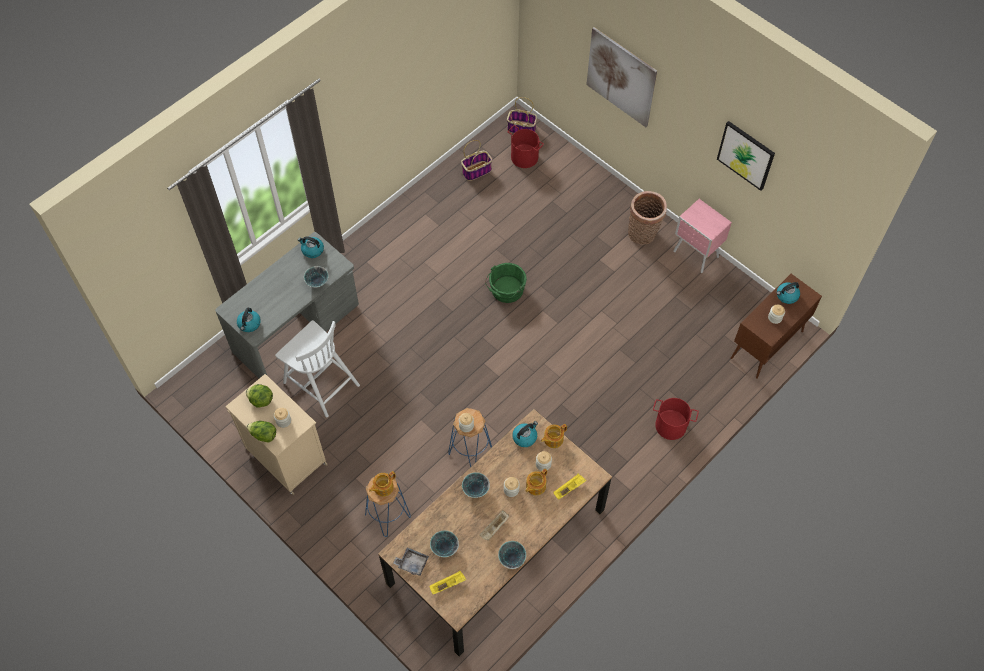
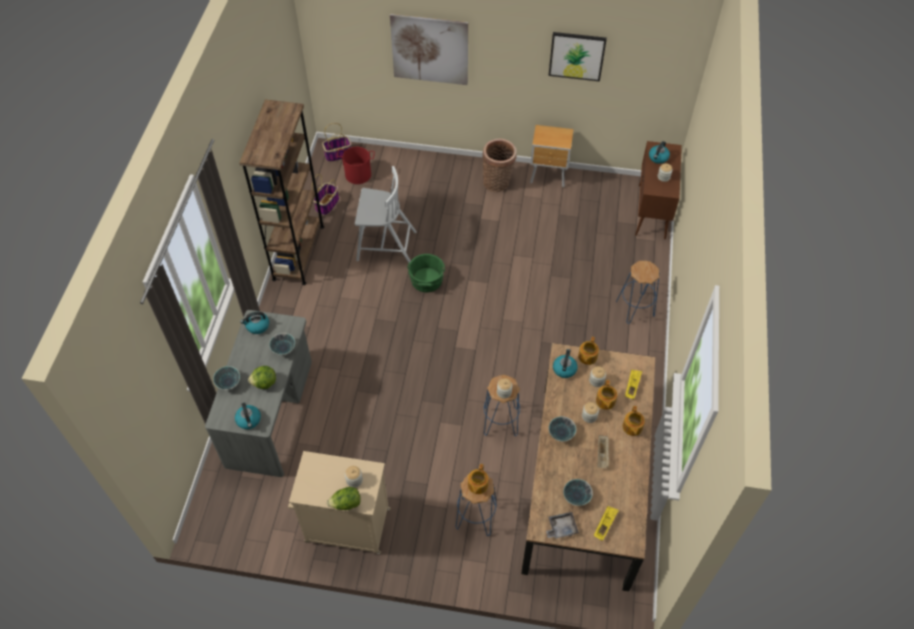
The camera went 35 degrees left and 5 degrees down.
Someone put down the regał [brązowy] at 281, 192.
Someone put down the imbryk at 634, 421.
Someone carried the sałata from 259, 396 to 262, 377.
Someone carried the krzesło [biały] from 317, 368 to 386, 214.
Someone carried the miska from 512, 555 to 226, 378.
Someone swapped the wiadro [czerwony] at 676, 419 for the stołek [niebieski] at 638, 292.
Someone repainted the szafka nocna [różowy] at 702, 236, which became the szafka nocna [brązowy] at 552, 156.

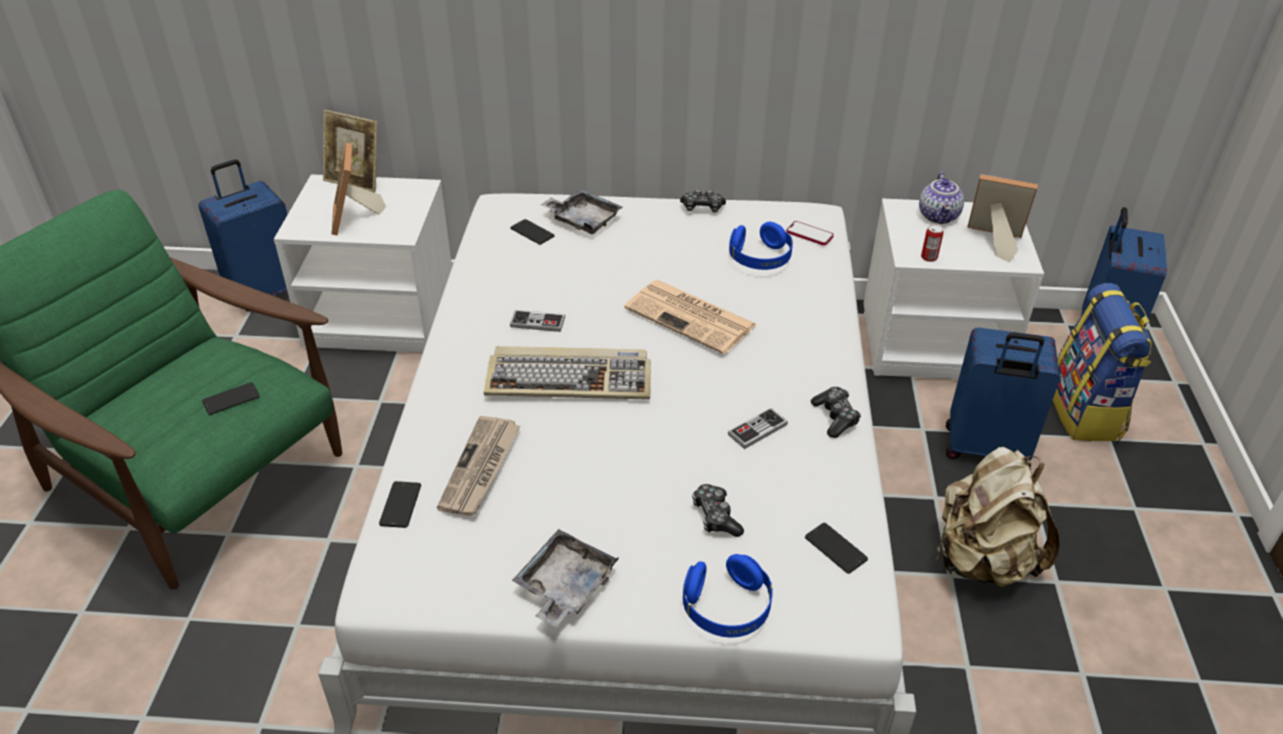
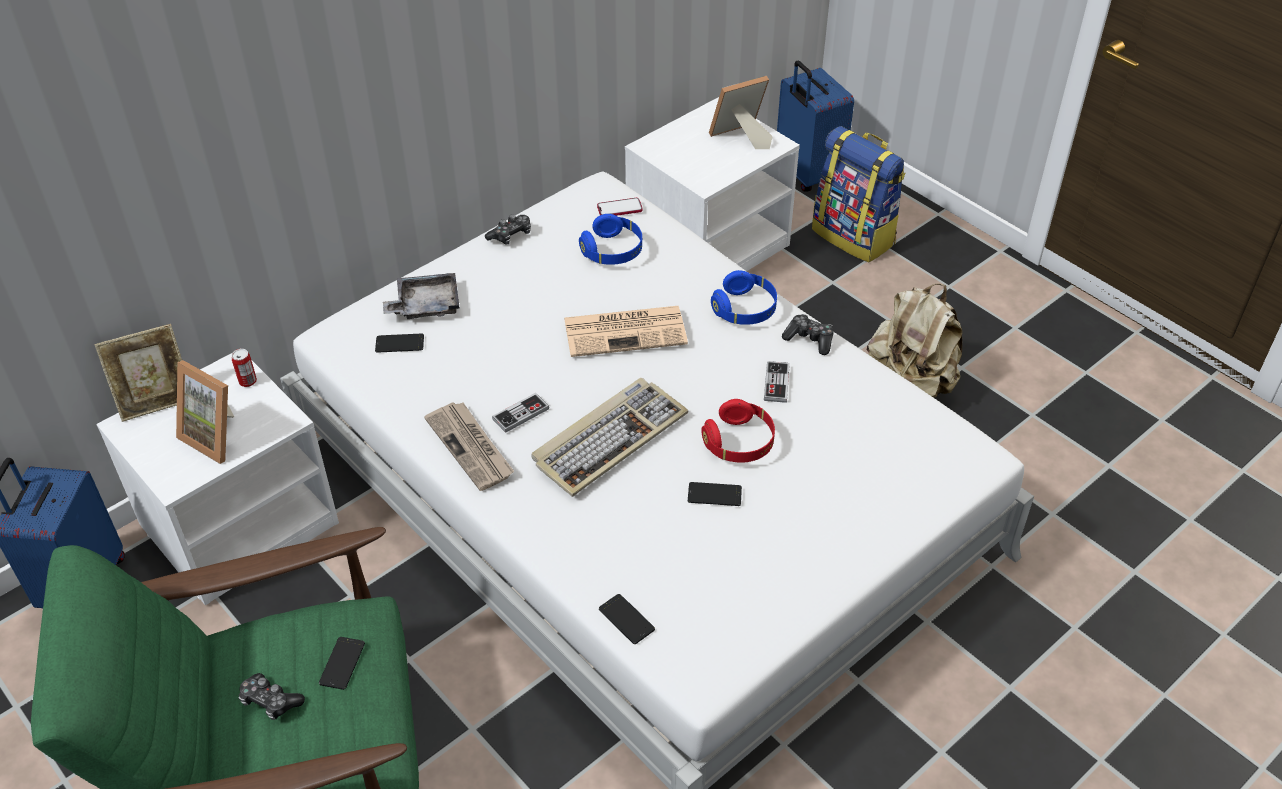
The camera went 45 degrees left and 5 degrees up.
Someone took away the taca [szary] at 565, 578.
Someone took away the imbryk at 941, 198.
Someone took away the walizka [niebieski] at 1003, 394.
Someone put down the słuchawki [czerwony] at 738, 431.
Someone carried the gazeta from 479, 466 to 469, 446.
Someone carried the słuchawki [niebieski] from 728, 595 to 744, 297.
Someone carried the pad do gier from 718, 510 to 271, 696.
Someone carried the telefon from 836, 548 to 715, 494.
Someone carried the puszka from 932, 243 to 244, 368.

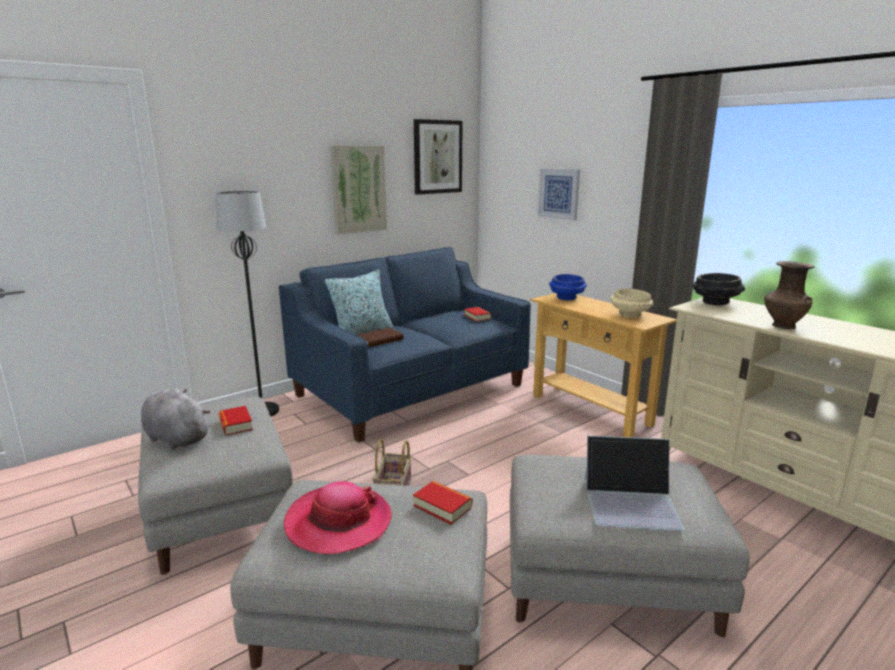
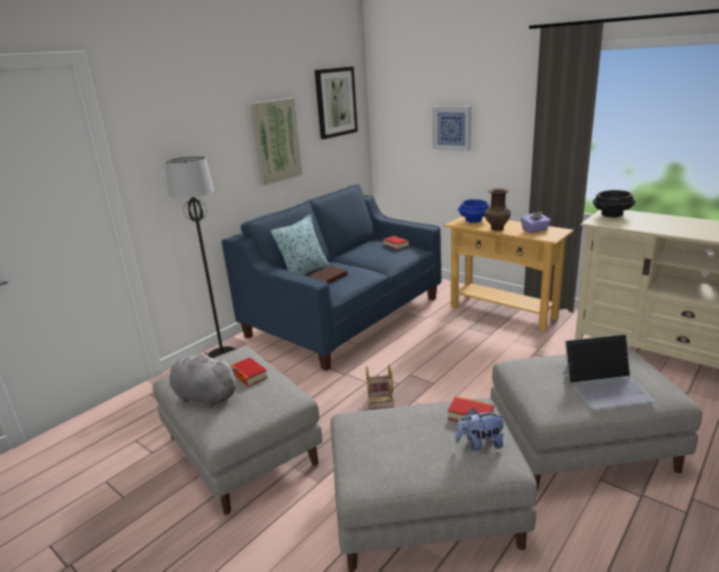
The camera went 10 degrees left and 5 degrees up.
Someone took away the kapelusz at 338, 518.
Someone put down the pluszak at 480, 429.
Someone carried the wazon [brązowy] from 789, 295 to 497, 209.
Someone swapped the miska [beżowy] at 632, 303 for the pudełko chusteczek [fioletowy] at 536, 222.

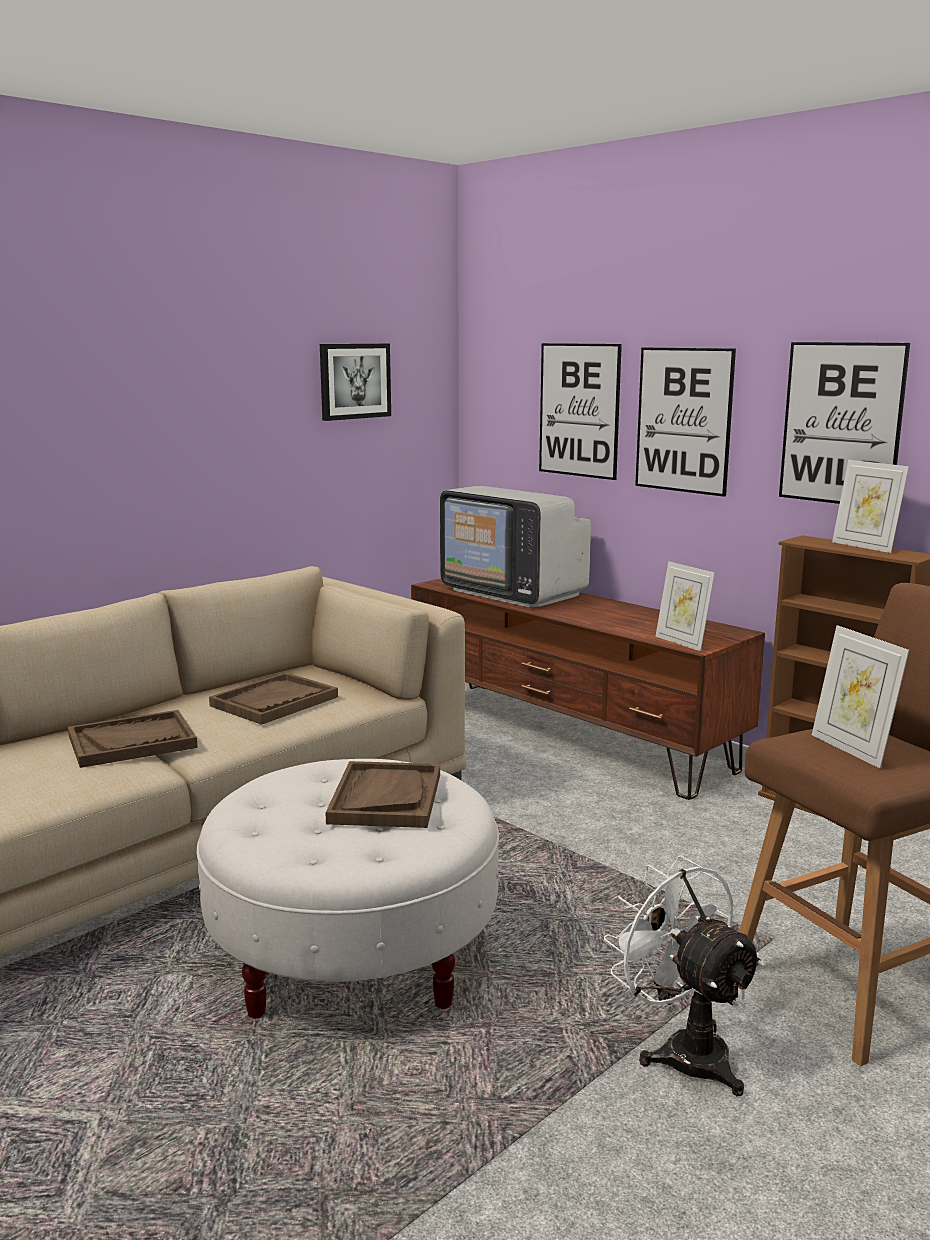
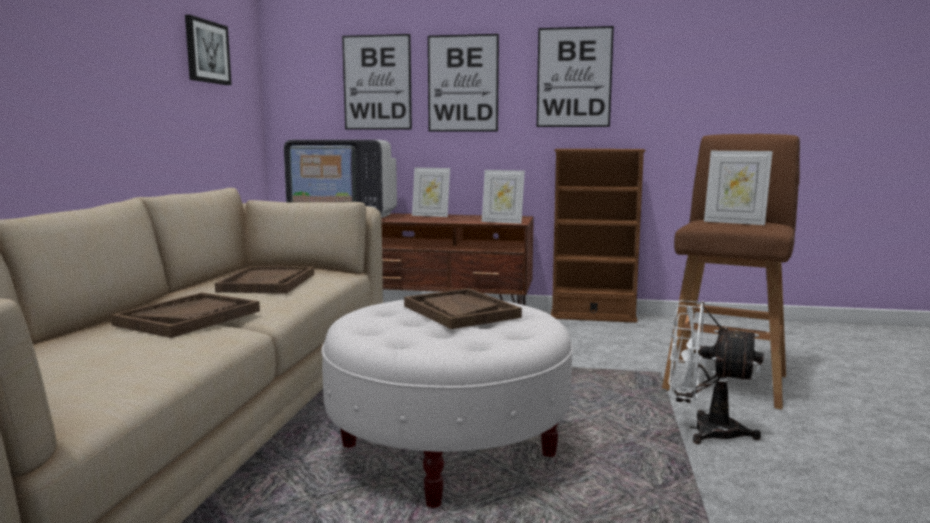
The camera went 35 degrees left and 5 degrees down.
Someone carried the ramka na zdjęcie from 870, 506 to 431, 192.

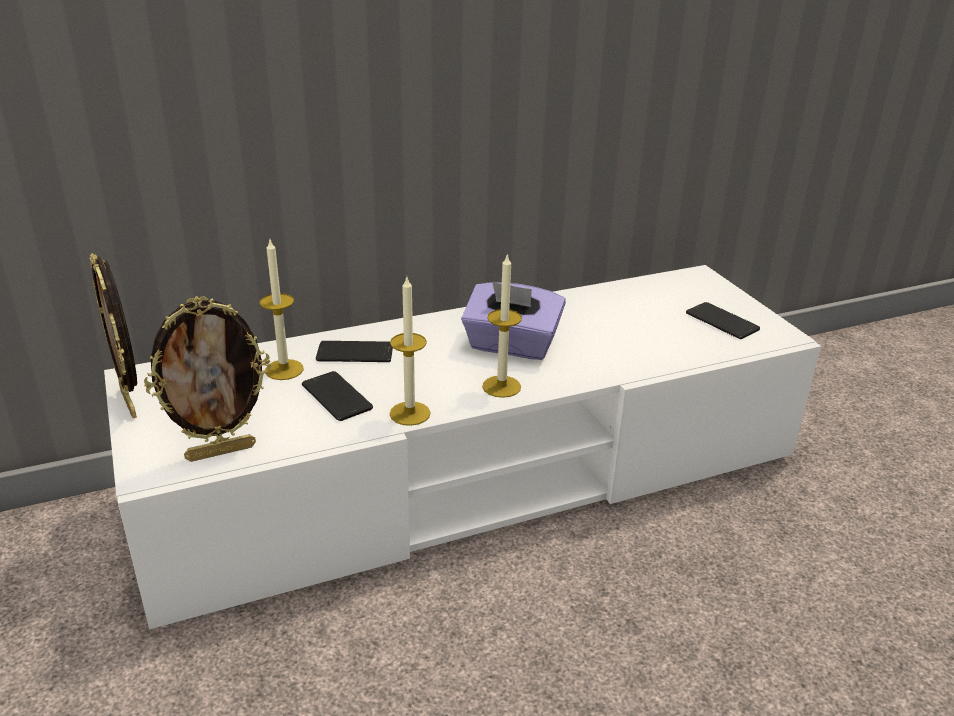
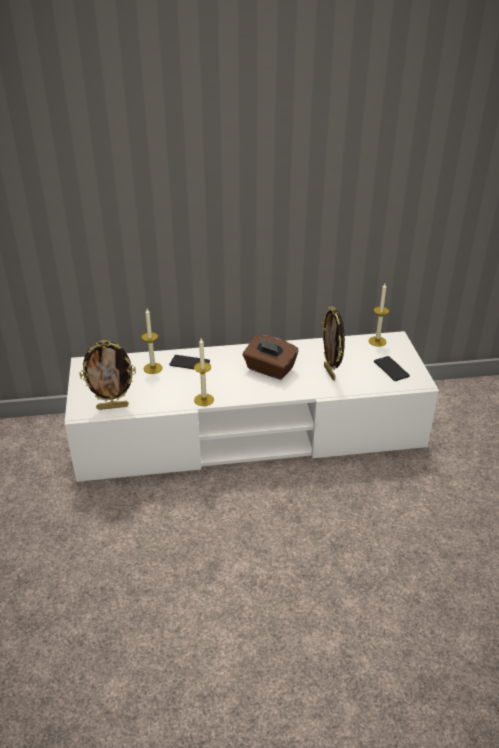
The camera went 15 degrees right and 5 degrees up.
Someone took away the telefon at 337, 396.
Someone carried the ramka na zdjęcie from 113, 335 to 333, 343.
Someone carried the świeca from 502, 326 to 378, 315.
Someone repainted the pudełko chusteczek [fioletowy] at 513, 320, which became the pudełko chusteczek [brązowy] at 271, 357.

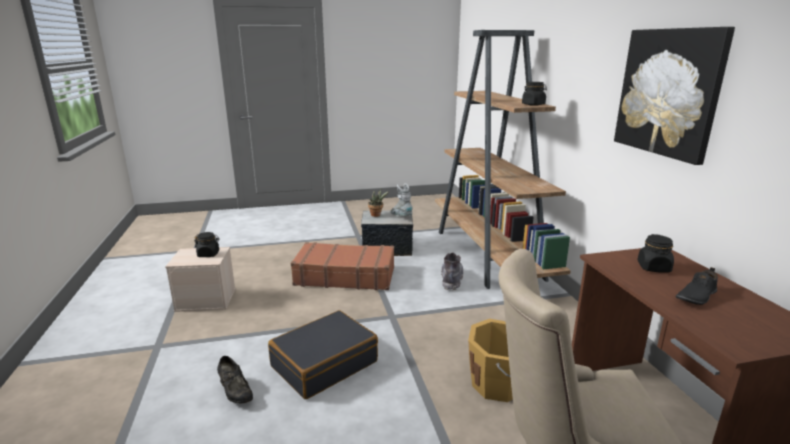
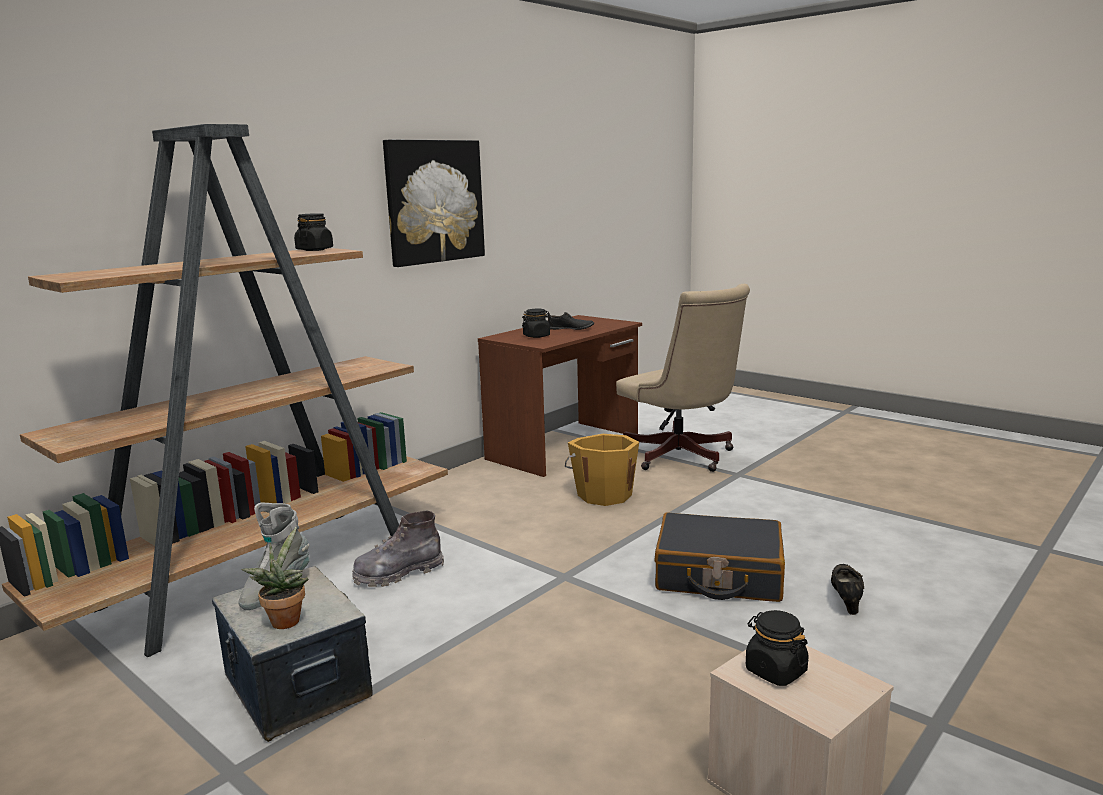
The camera went 125 degrees left and 5 degrees down.
Someone took away the walizka [brązowy] at 342, 266.

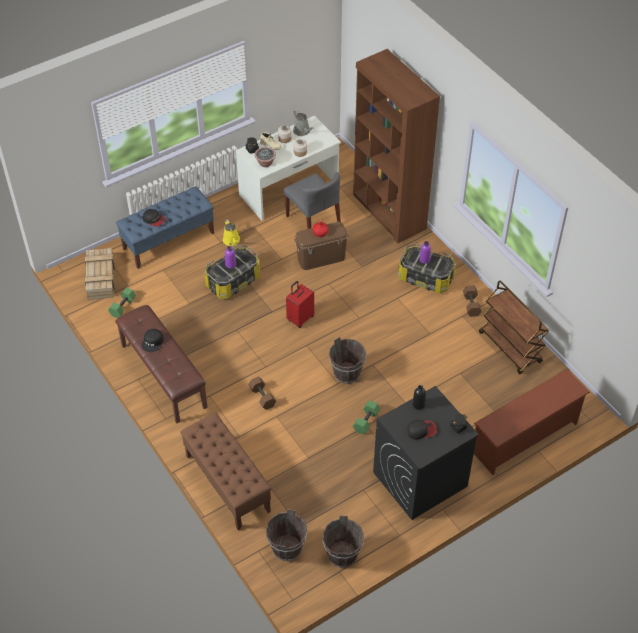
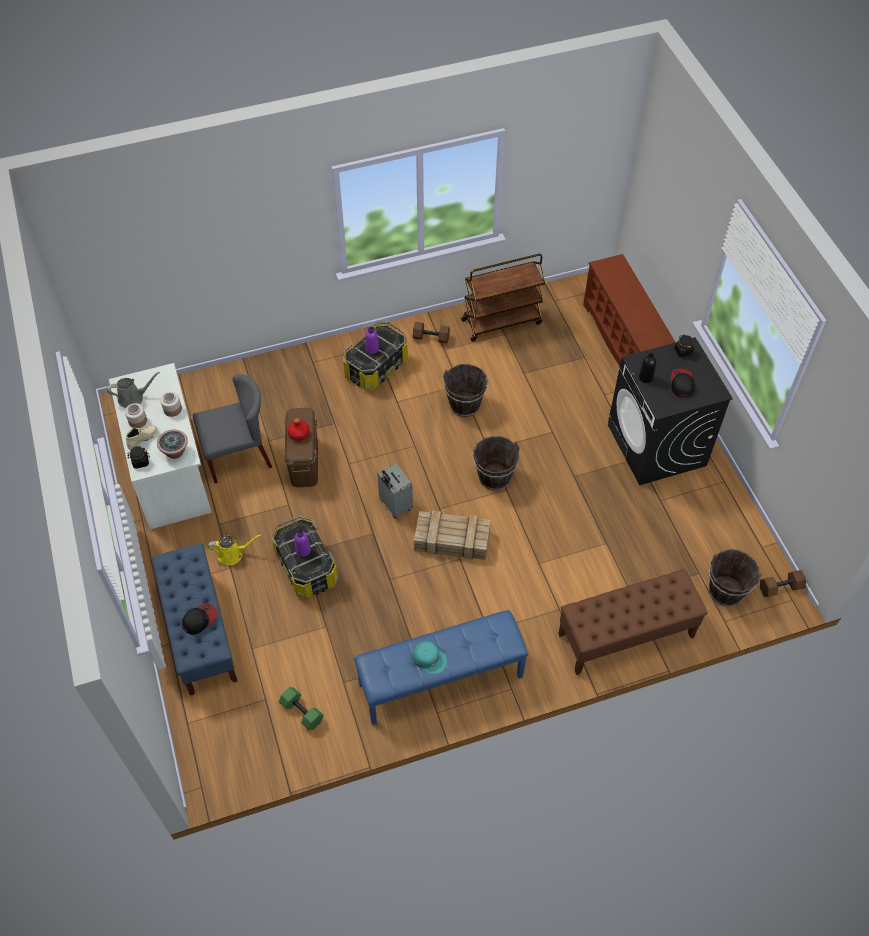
The camera went 75 degrees left and 5 degrees up.
Someone took away the regał [brązowy] at 396, 146.
Someone took away the hantel [zielony] at 366, 417.
Someone carried the skrzynka from 100, 274 to 452, 535.
Someone carried the hantel [brązowy] from 262, 393 to 783, 583.
Someone carried the wiadro [brązowy] from 343, 542 to 465, 390.
Someone repainted the ławka [brązowy] at 161, 364, which became the ławka [niebieski] at 441, 667.
Someone repainted the czapka z daszkiem [czarny] at 152, 340, which became the czapka z daszkiem [turkusowy] at 429, 657.
Someone repainted the walizka [czerwony] at 300, 304, which became the walizka [szary] at 395, 491.

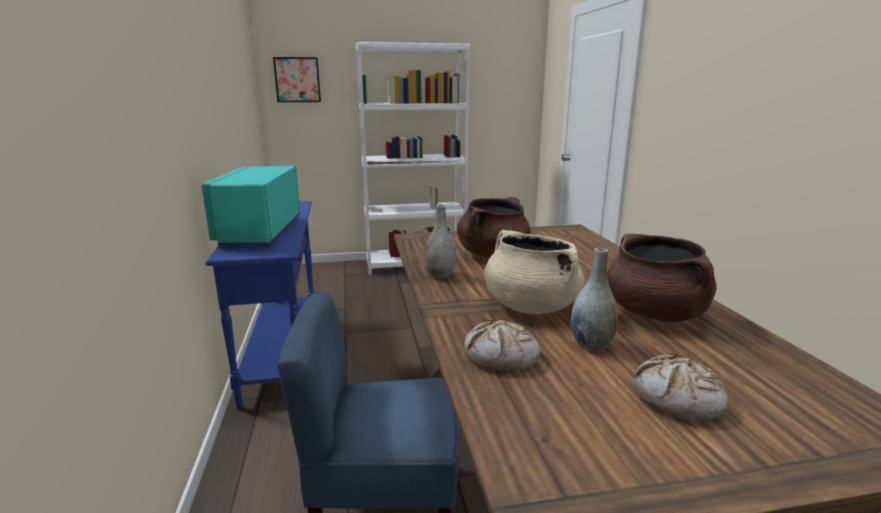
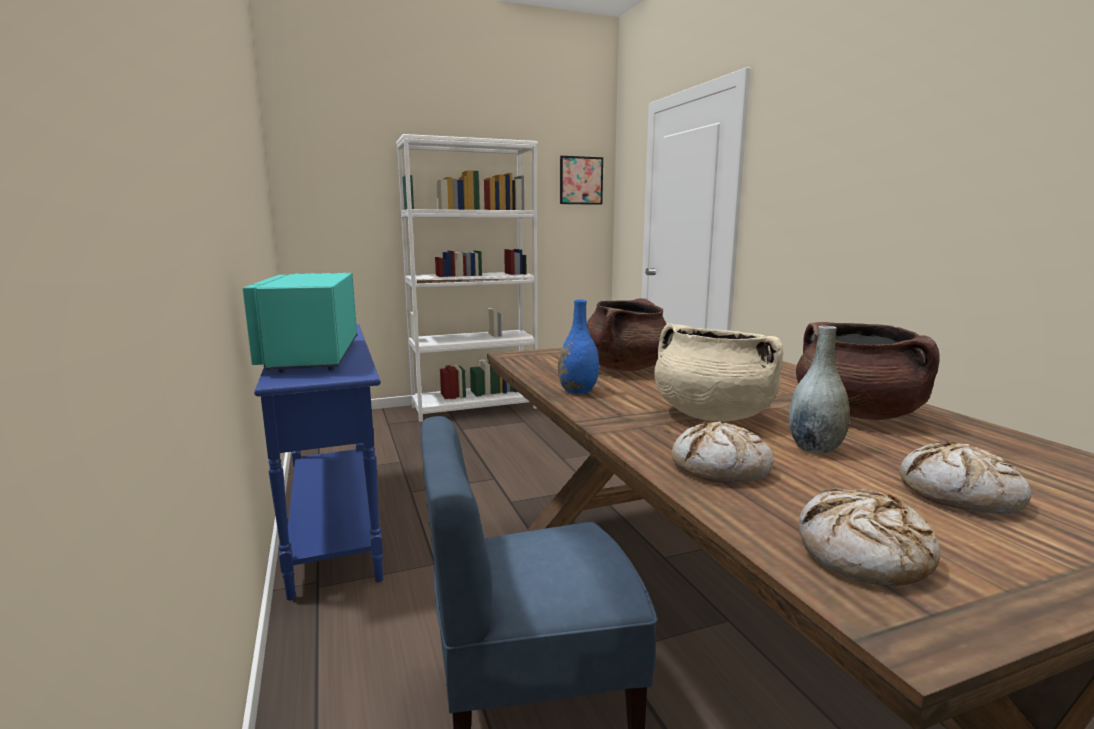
The camera went 10 degrees left and 5 degrees down.
Someone put down the chleb at 869, 537.
Someone carried the obraz from 297, 79 to 581, 180.
Someone repainted the wazon [szary] at 440, 241, which became the wazon [niebieski] at 578, 346.

